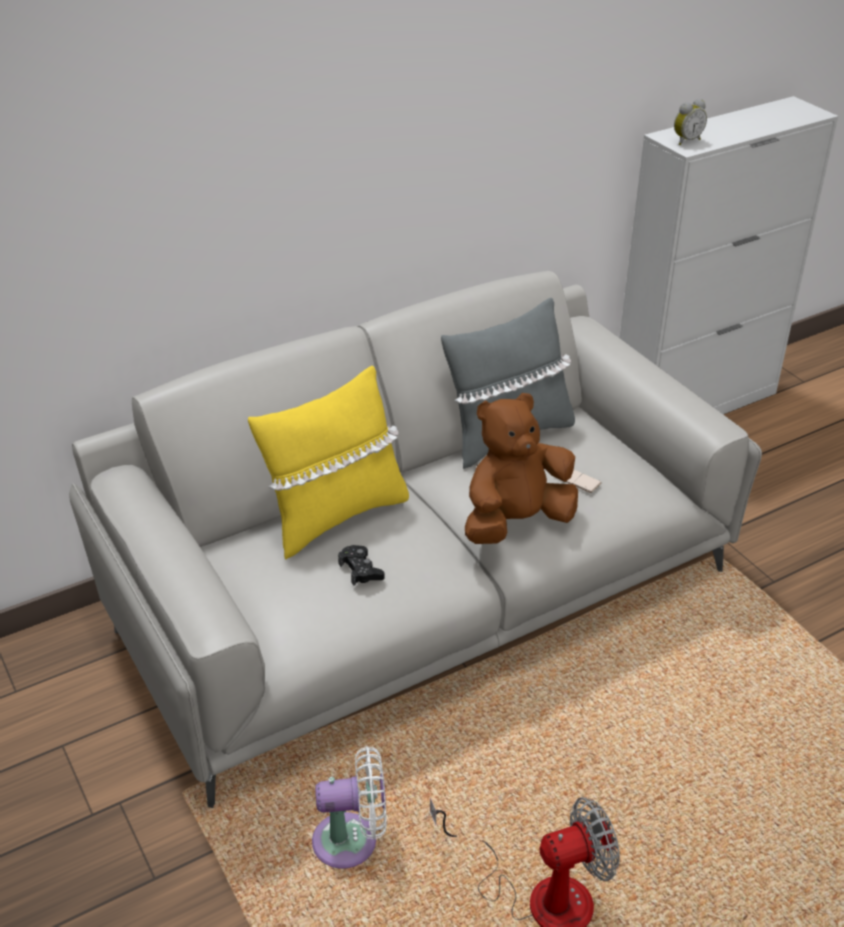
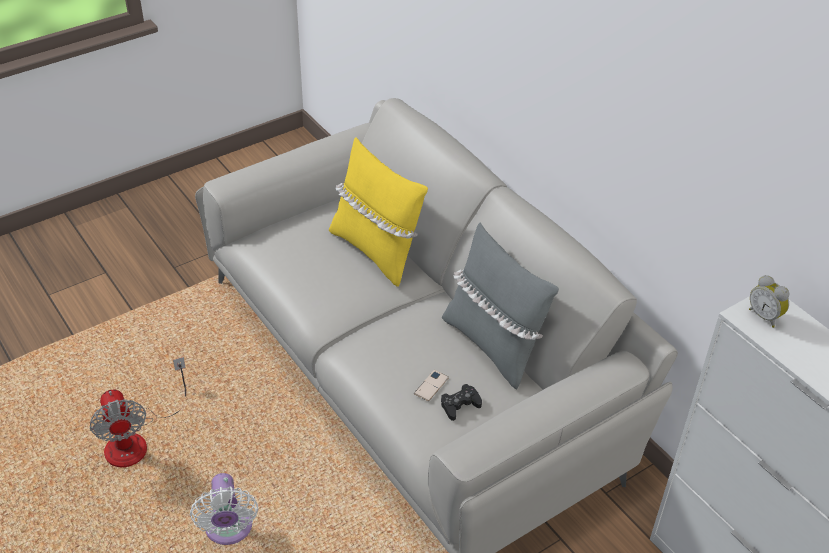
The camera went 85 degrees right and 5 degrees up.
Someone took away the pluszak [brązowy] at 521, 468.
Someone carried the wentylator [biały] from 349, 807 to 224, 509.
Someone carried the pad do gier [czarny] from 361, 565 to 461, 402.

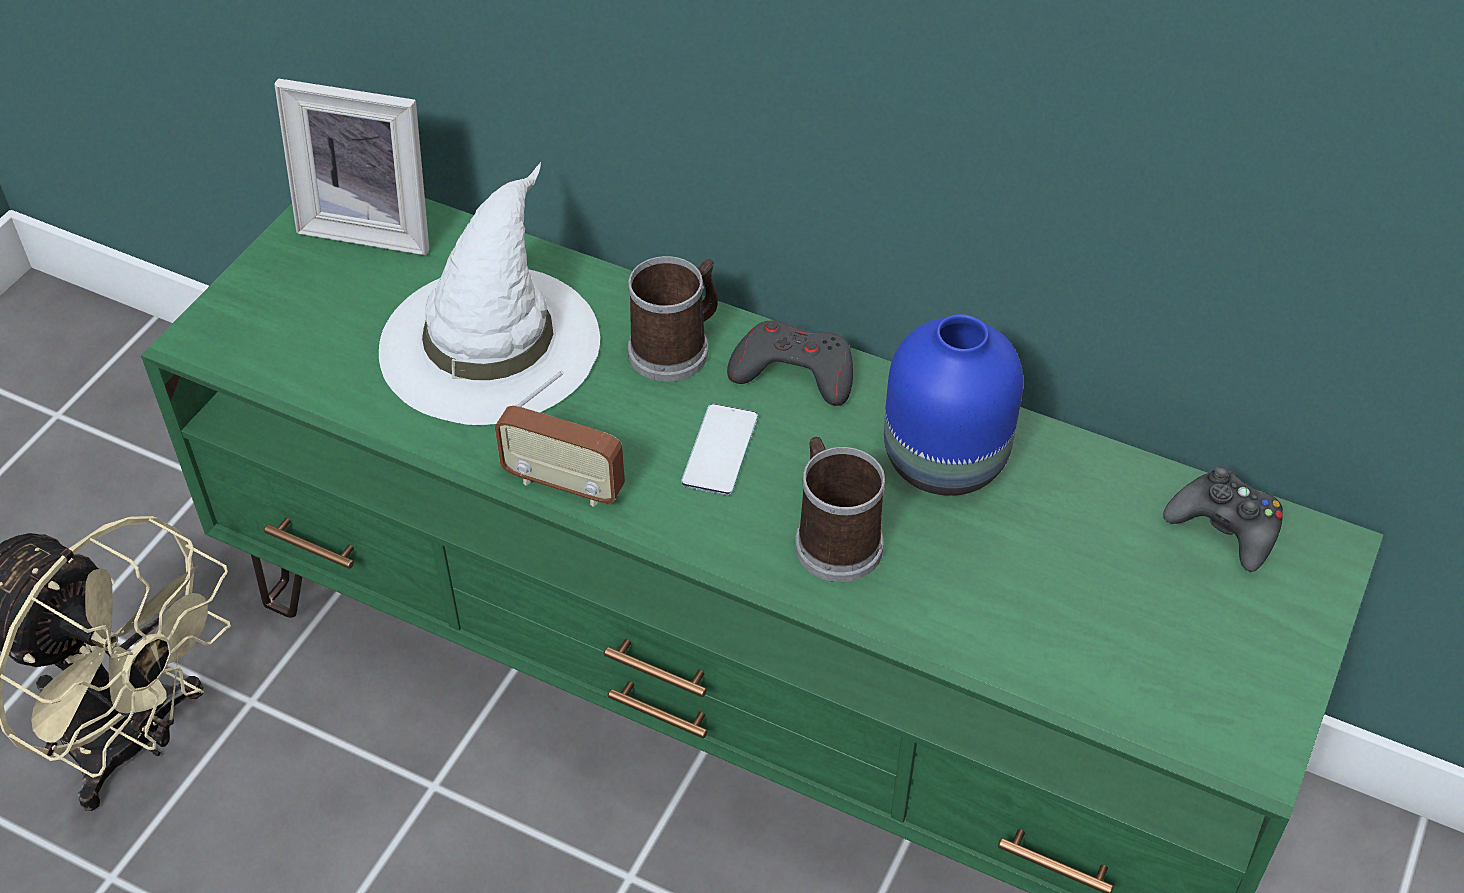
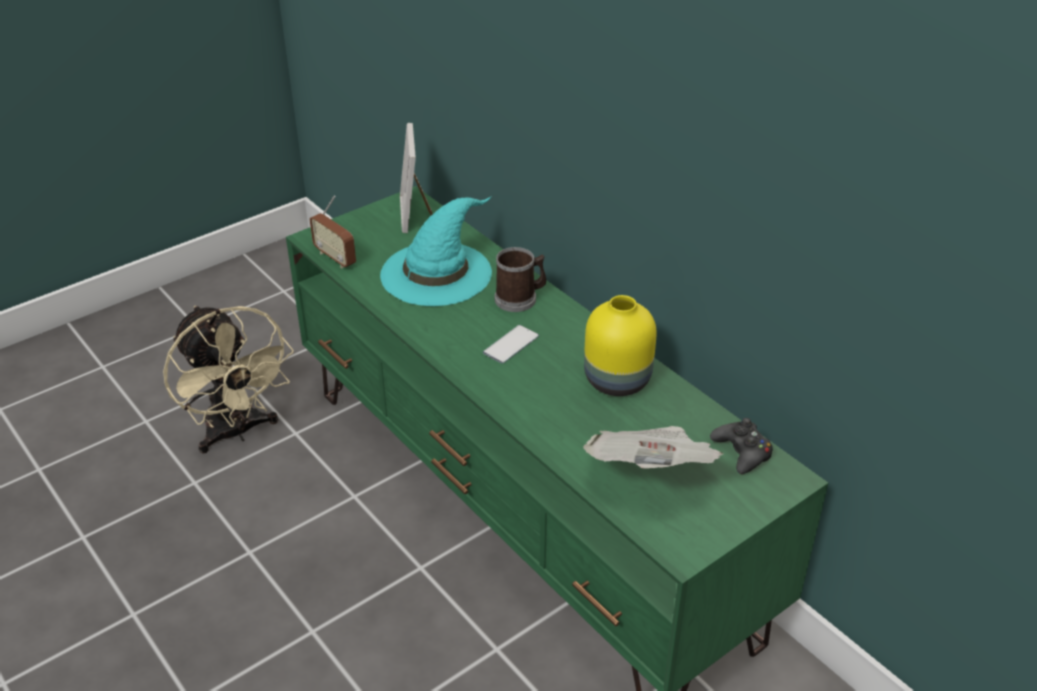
The camera went 25 degrees right and 10 degrees down.
Someone took away the pad do gier [szary] at 790, 363.
Someone took away the kubek at 840, 509.
Someone put down the gazeta at 653, 447.
Someone carried the radio from 560, 438 to 333, 232.
Someone repainted the kapelusz [biały] at 489, 293, which became the kapelusz [turkusowy] at 436, 251.
Someone repainted the wazon [niebieski] at 953, 405, which became the wazon [żółty] at 620, 345.
Someone rotated the ramka na zdjęcie at 351, 167 by 45 degrees clockwise.

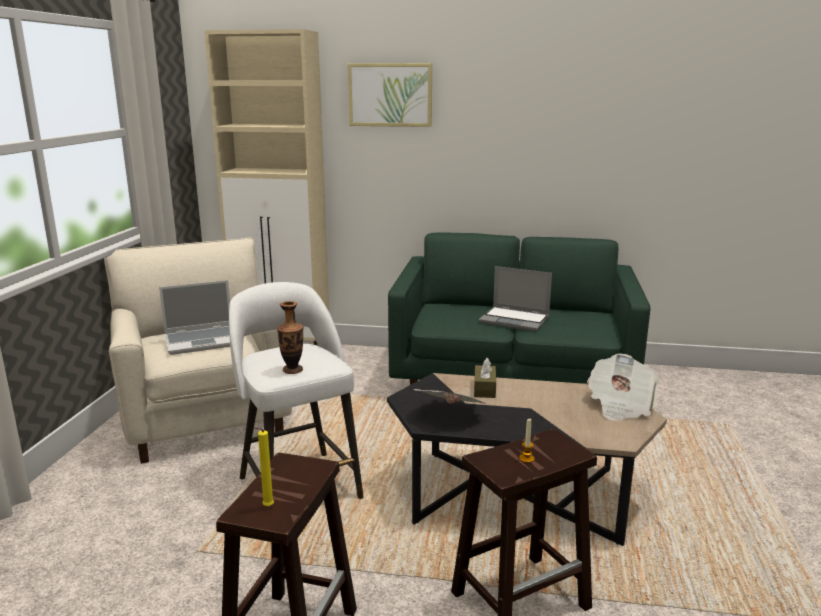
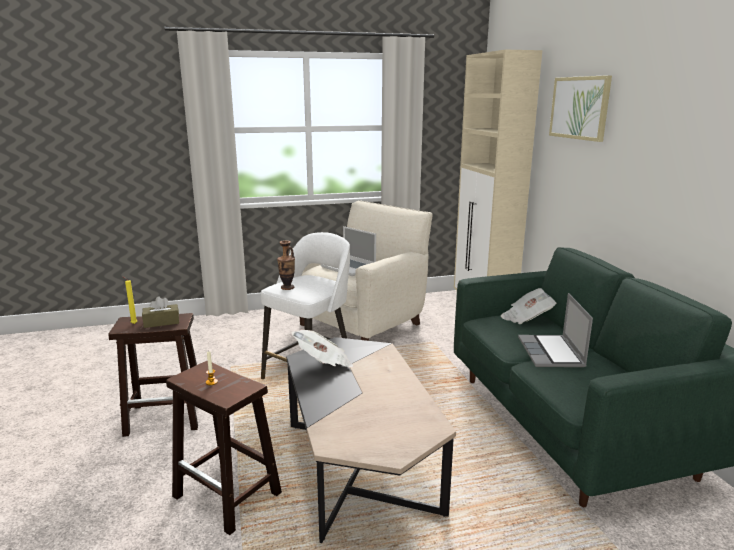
The camera went 65 degrees right and 0 degrees up.
Someone carried the pudełko chusteczek [brązowy] from 485, 378 to 160, 312.
Someone carried the gazeta from 623, 387 to 528, 306.

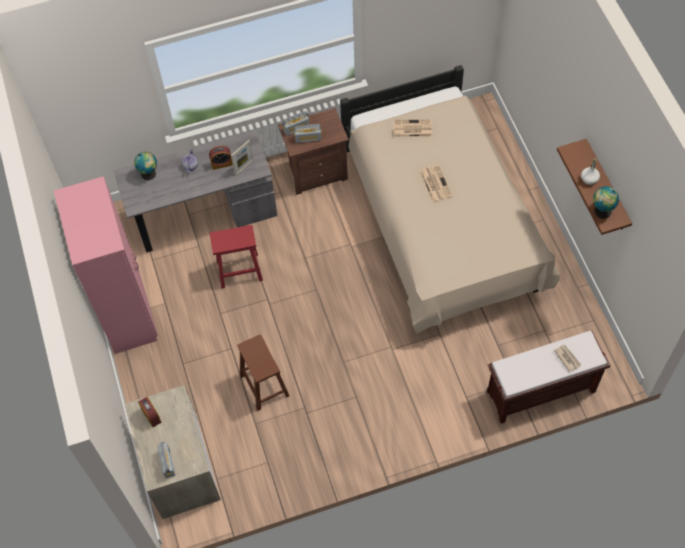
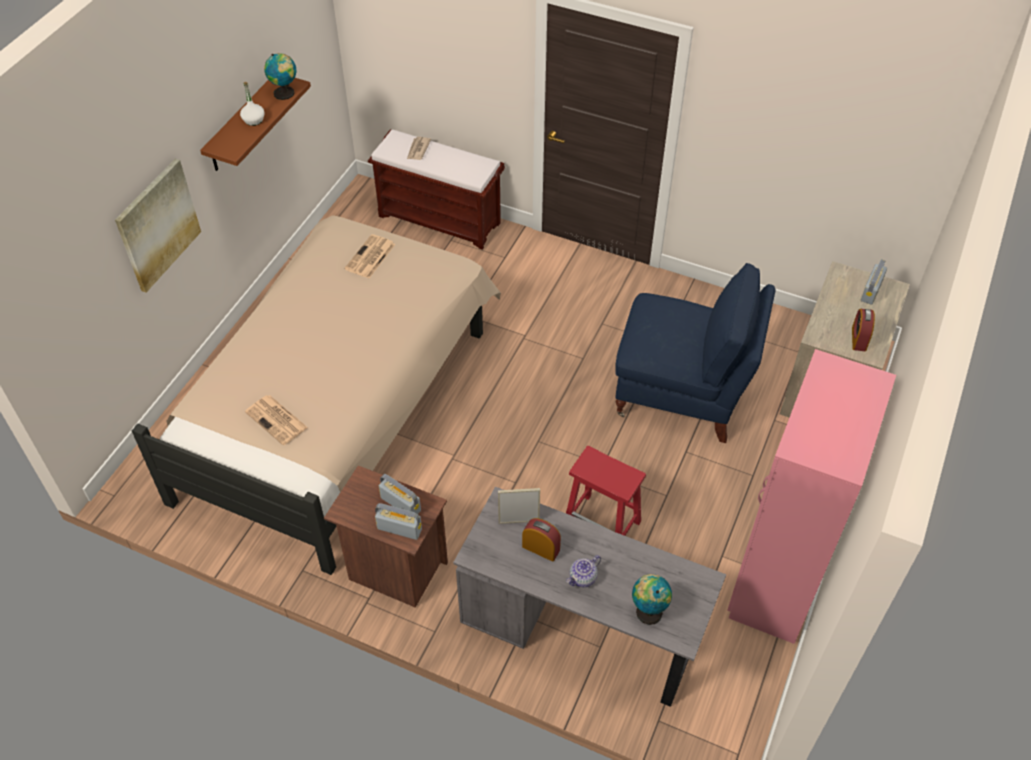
The camera went 140 degrees left and 10 degrees down.
Someone put up the obraz at 158, 226.
Someone carried the gazeta from 435, 183 to 370, 256.
Someone swapped the stołek [brązowy] at 263, 372 for the fotel [niebieski] at 695, 353.

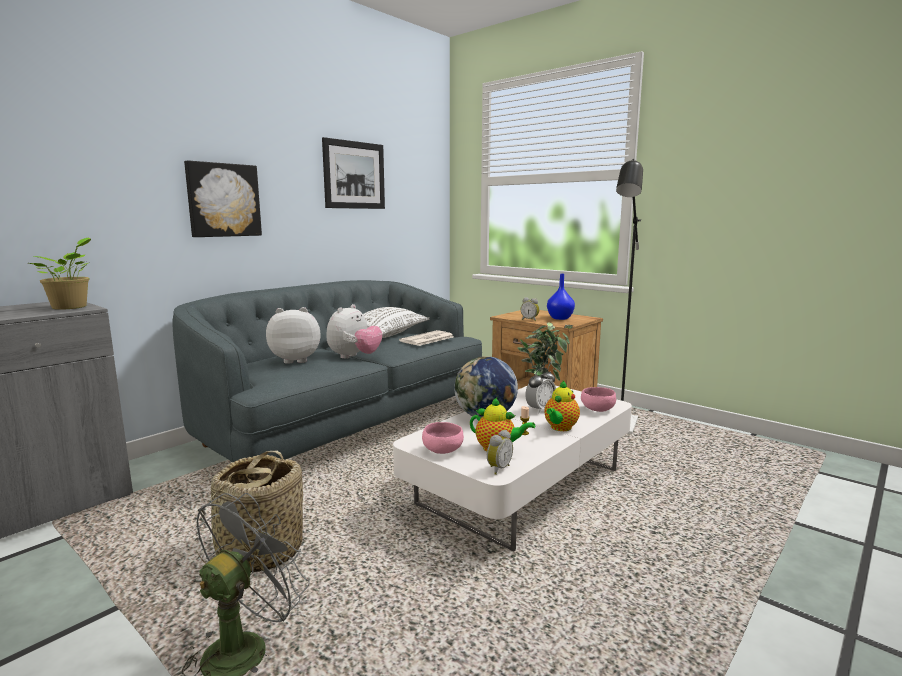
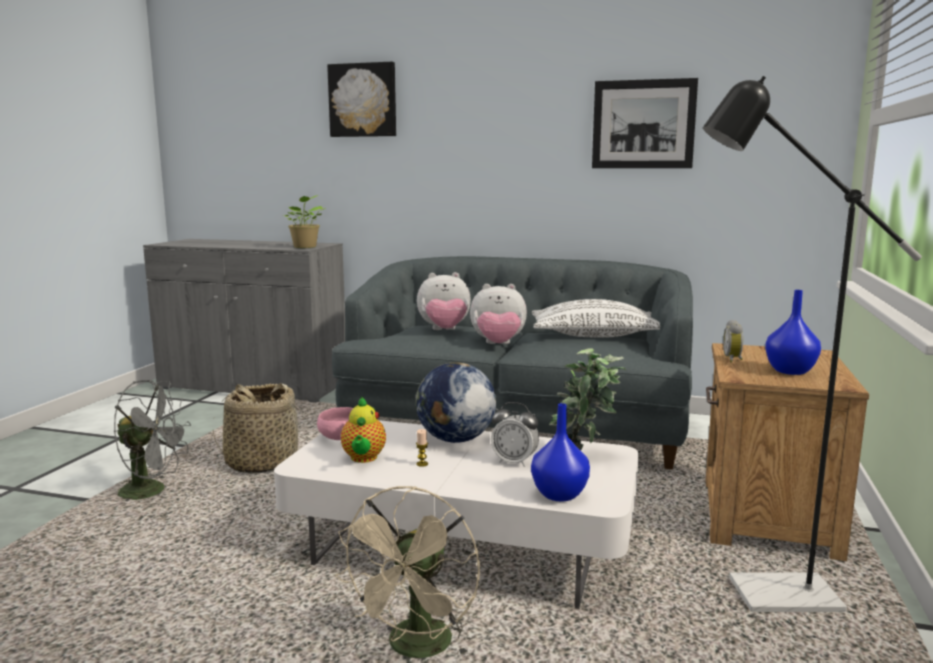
The camera went 65 degrees right and 0 degrees up.
Someone took away the gazeta at 426, 338.
Someone took away the budzik at 500, 452.
Someone took away the imbryk at 562, 406.
Someone put down the wentylator [beżowy] at 407, 572.
Someone carried the obraz from 223, 198 to 361, 99.
Someone swapped the miska [różowy] at 598, 399 for the wazon [niebieski] at 560, 452.
Someone rotated the pluszak at 293, 335 by 120 degrees clockwise.

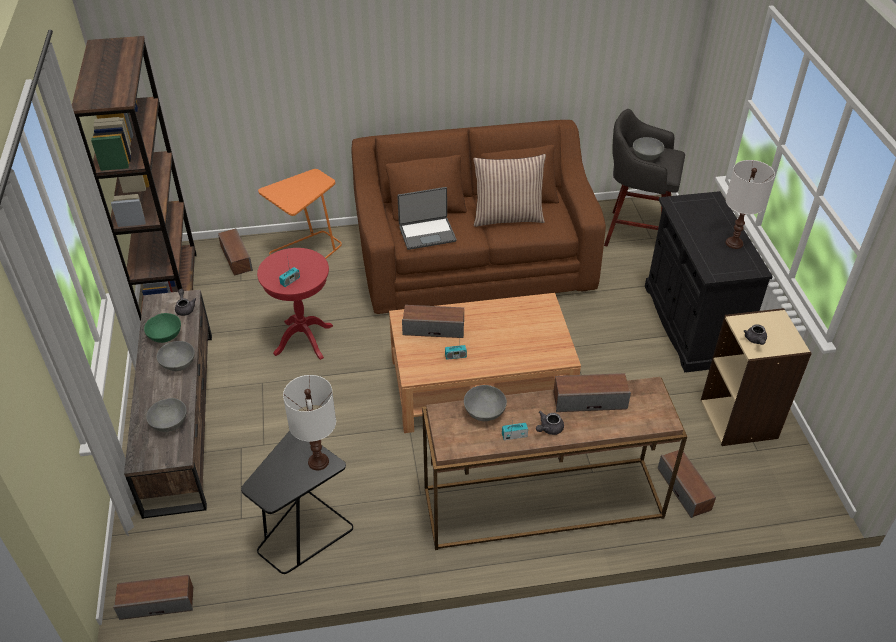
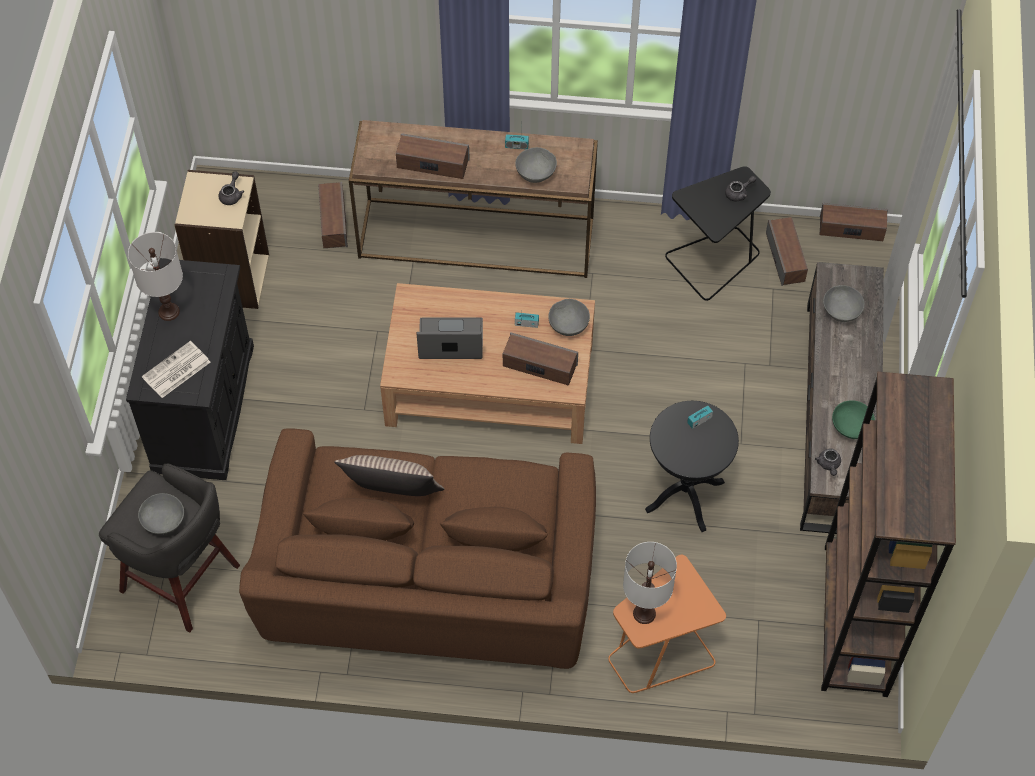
The camera went 165 degrees left and 15 degrees up.
Someone put down the gazeta at 176, 369.
Someone carried the miska [szary] from 176, 356 to 569, 317.
Someone carried the głośnik from 235, 252 to 787, 251.
Someone carried the lampa stołowa [biały] from 309, 422 to 650, 583.
Someone carried the laptop from 427, 218 to 450, 338.
Someone carried the imbryk [szary] from 550, 423 to 740, 188.
Someone repainted the stolik [czerwony] at 295, 304, which became the stolik [czarny] at 692, 466.

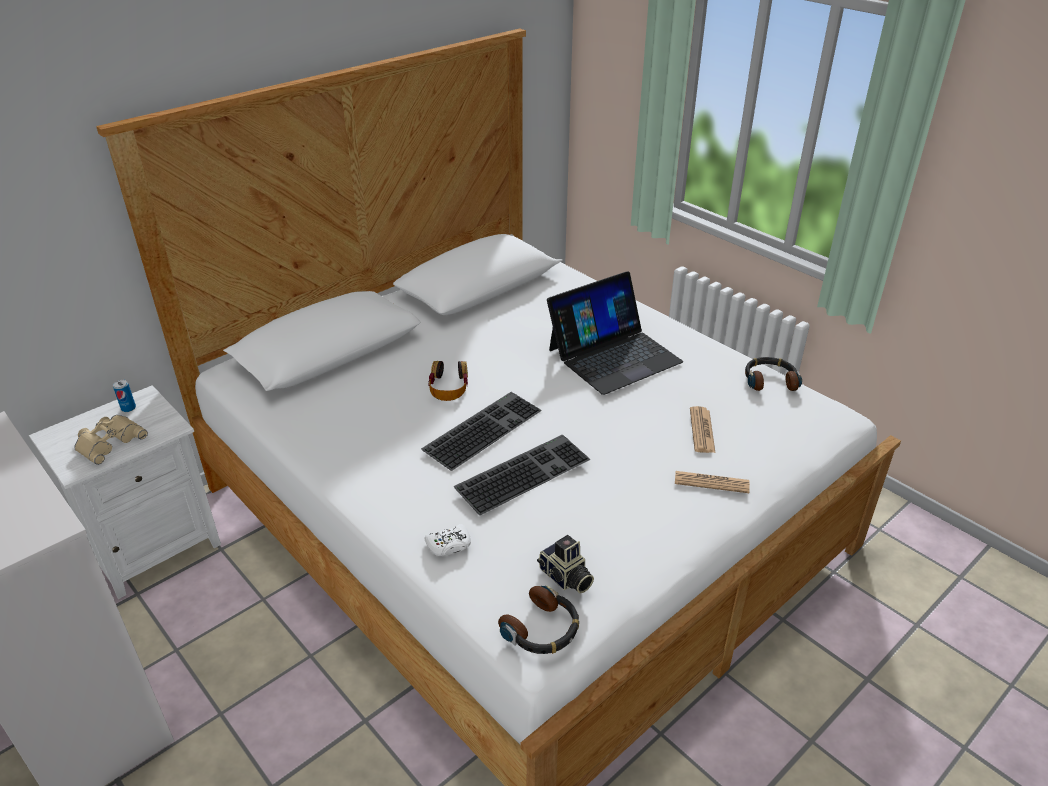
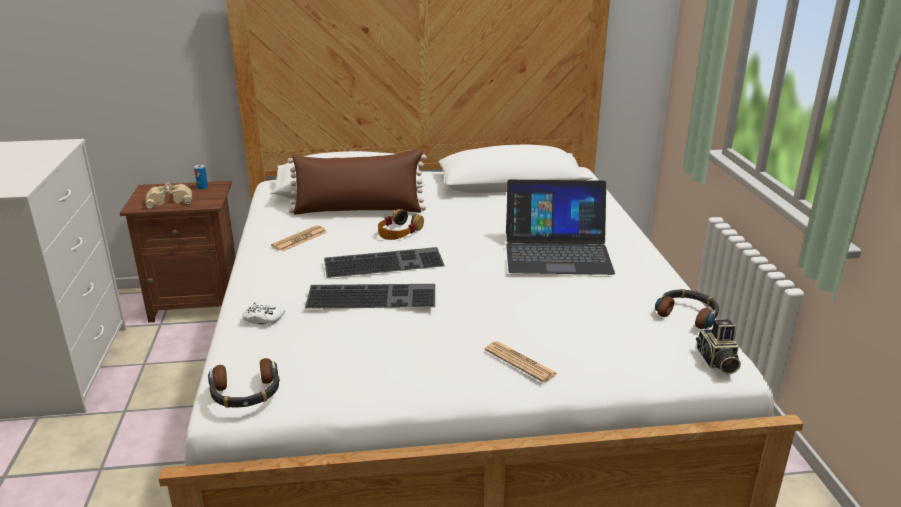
The camera went 35 degrees right and 10 degrees down.
Someone put down the poduszka [brązowy] at 357, 181.
Someone carried the aparat fotograficzny from 565, 564 to 718, 347.
Someone carried the gazeta from 702, 429 to 299, 238.
Someone repainted the szafka nocna [biały] at 125, 492, which became the szafka nocna [brązowy] at 178, 252.

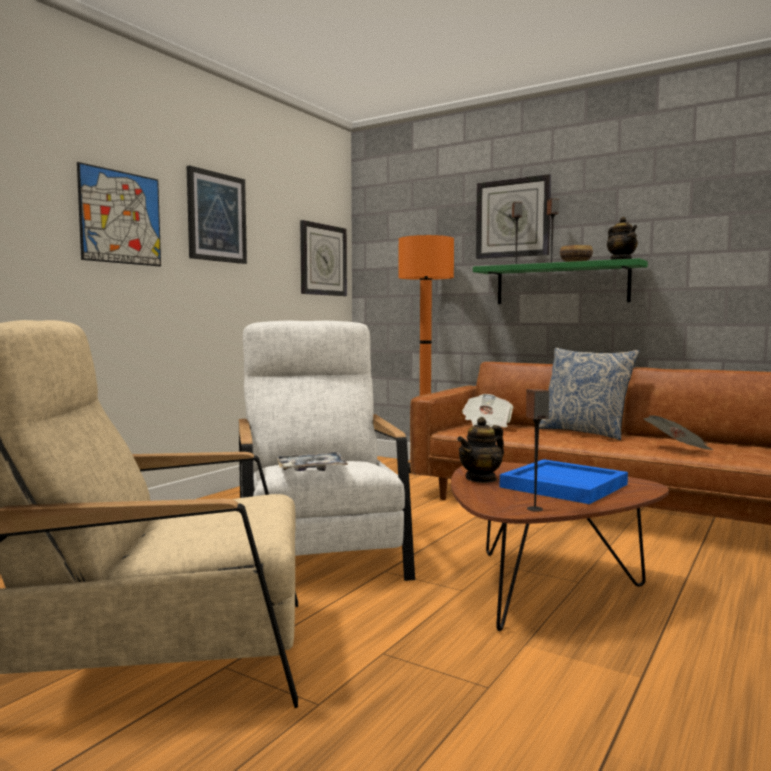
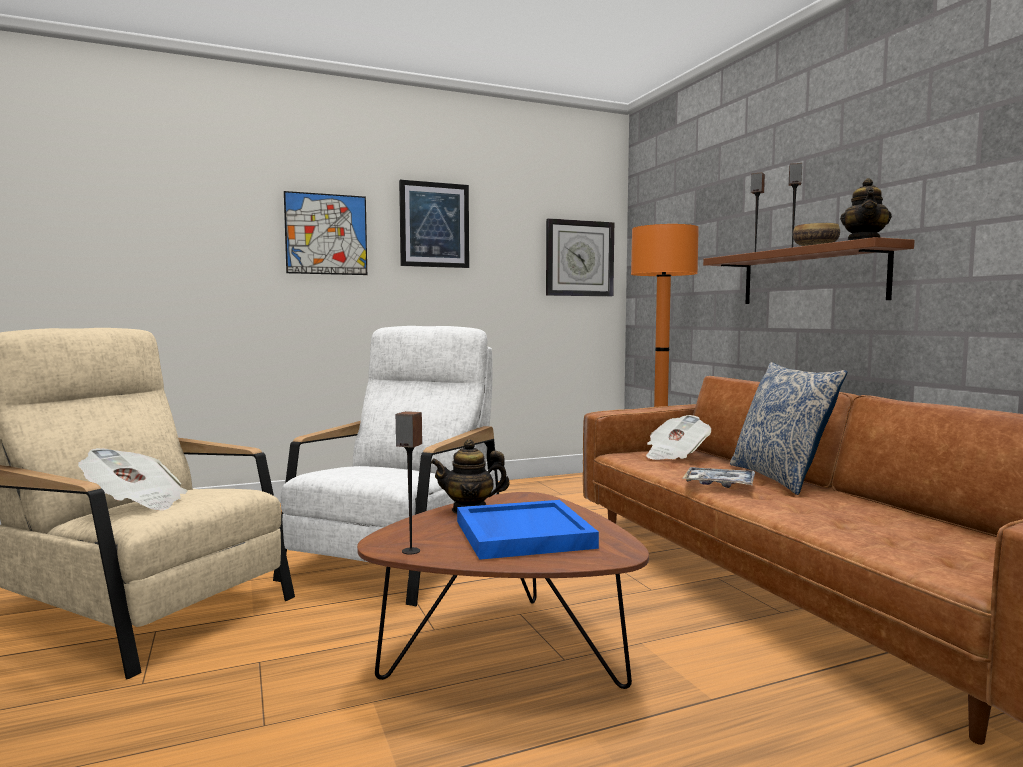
The camera went 35 degrees right and 0 degrees up.
Someone took away the zegar ścienny at 513, 216.
Someone carried the taca from 312, 461 to 718, 477.
Someone carried the gazeta from 679, 432 to 132, 479.
Someone repainted the półka [zielony] at 560, 281, which became the półka [brązowy] at 809, 270.

